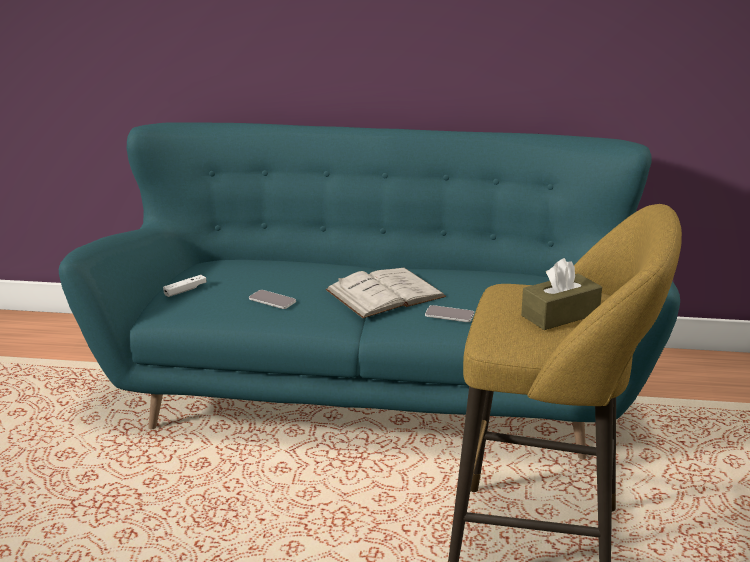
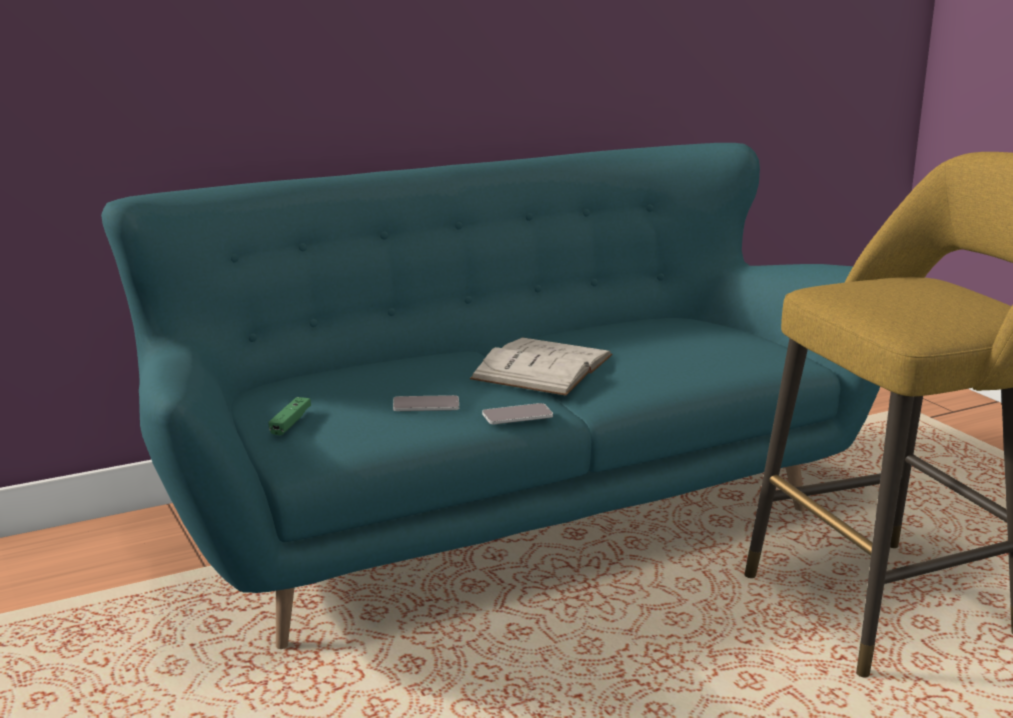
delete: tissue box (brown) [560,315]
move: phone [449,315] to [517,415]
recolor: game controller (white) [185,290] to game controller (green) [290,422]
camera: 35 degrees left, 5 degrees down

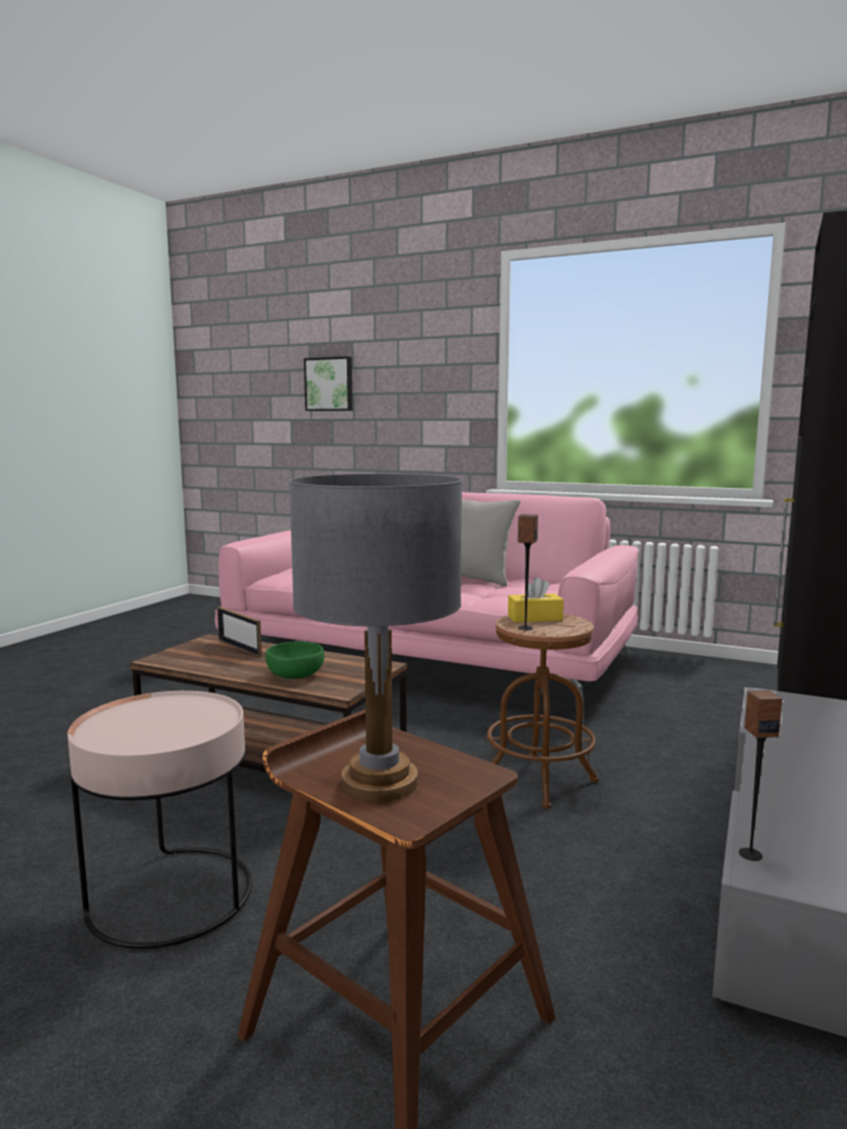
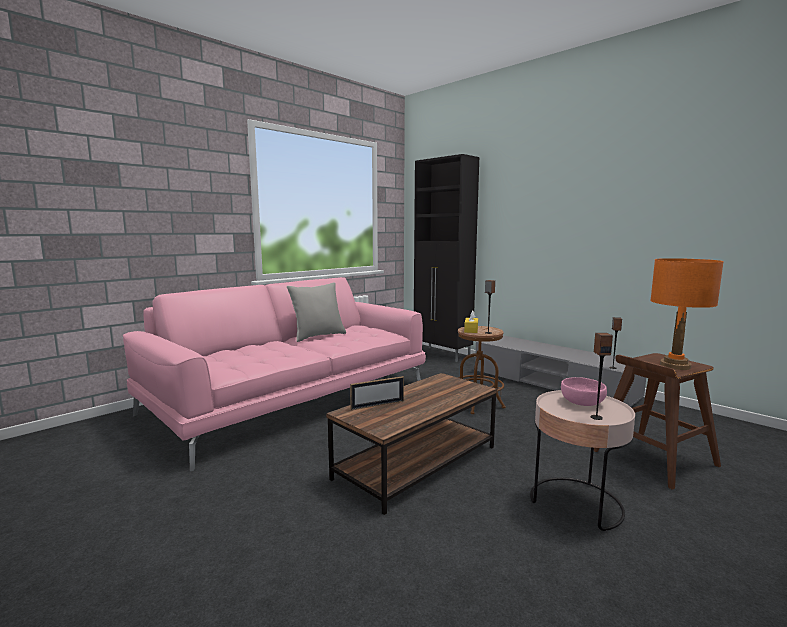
delete: bowl (green) [294,675]; picture [329,384]
insert: bowl (pink) [581,402]; speaker [596,417]
recolor: table lamp (grey) [380,783] to table lamp (orange) [675,365]
camera: 70 degrees left, 0 degrees up

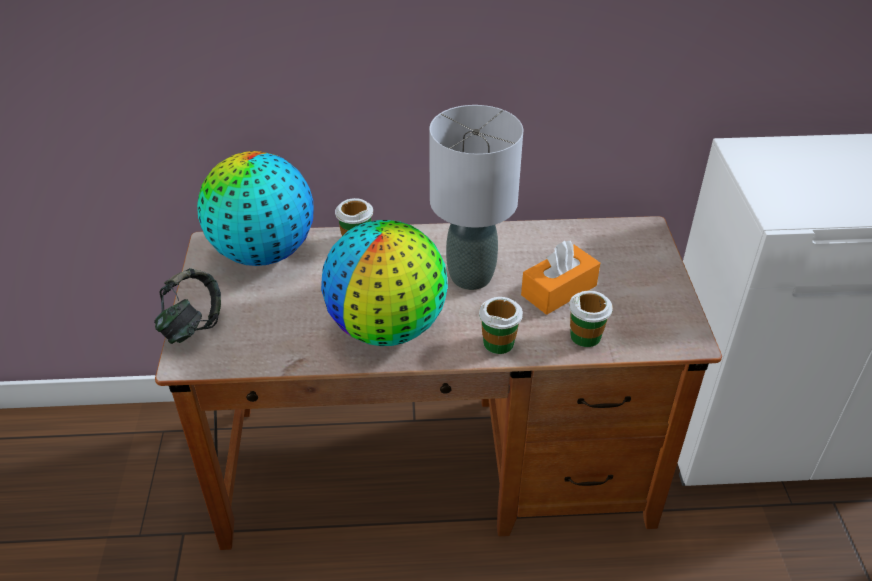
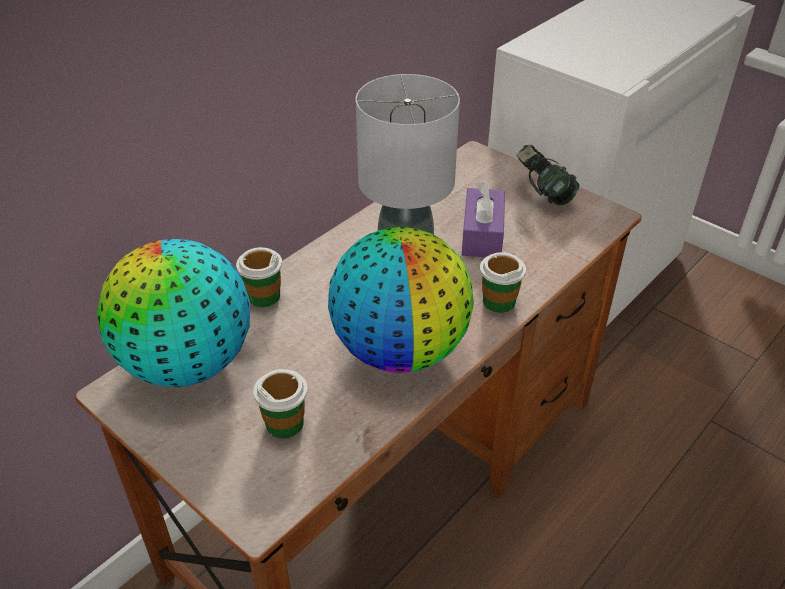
move: cup [585,336] to [285,423]; headphones [192,326] to [543,195]
recolor: tissue box (orange) [559,290] to tissue box (purple) [482,235]
camera: 45 degrees left, 0 degrees up

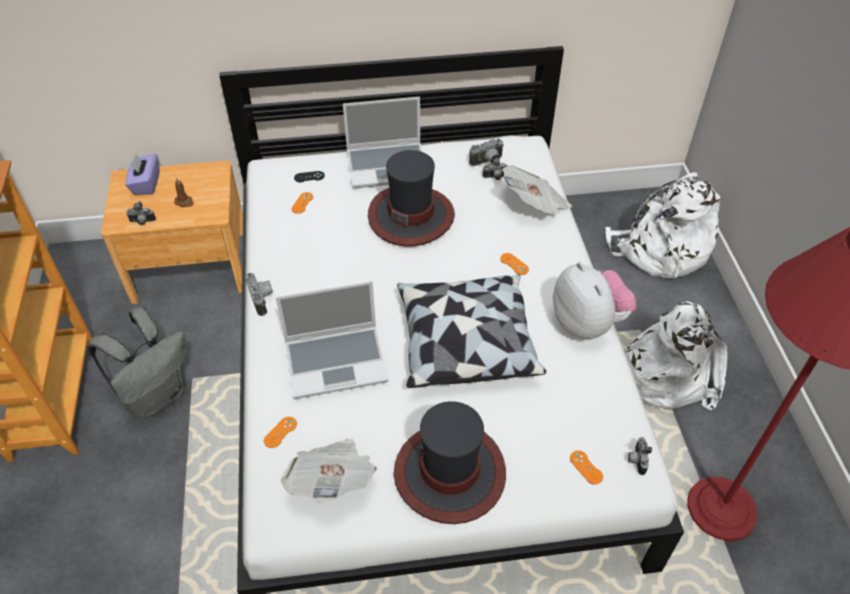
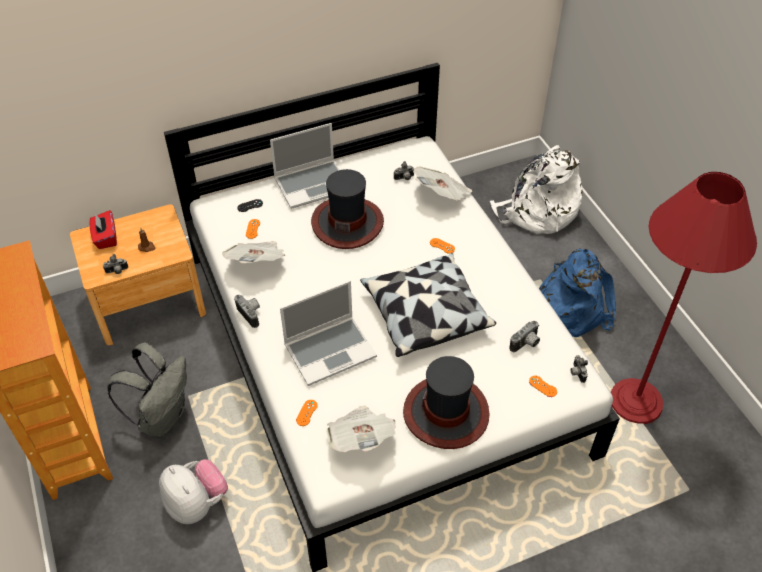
insert: newspaper [257,263]
move: plush toy [588,323] to [197,503]; photo camera [487,162] to [526,344]
recolor: tissue box (purple) [146,184] to tissue box (red) [106,238]; backpack (white) [668,371] to backpack (blue) [570,307]
camera: 15 degrees left, 0 degrees up

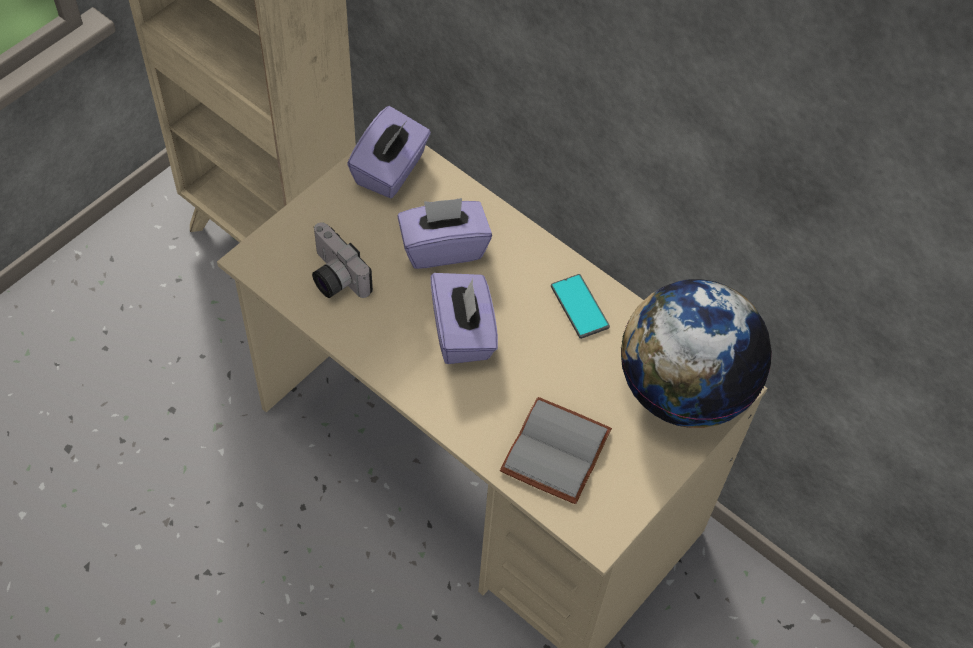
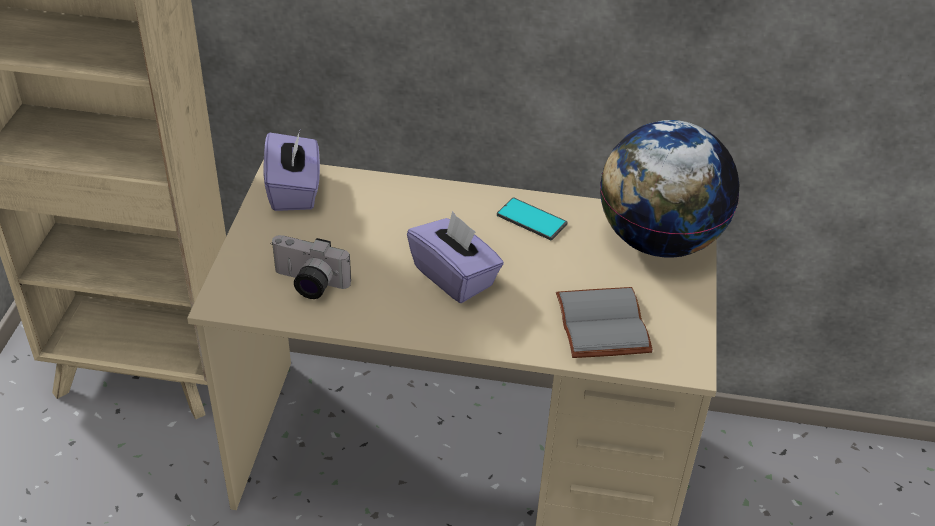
delete: tissue box (purple) [443,247]
camera: 30 degrees left, 15 degrees down

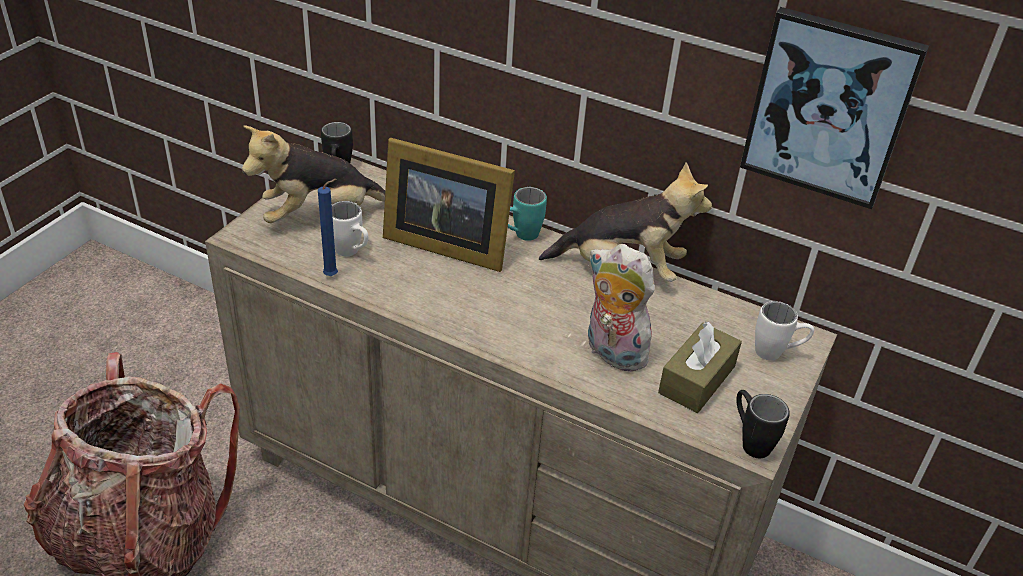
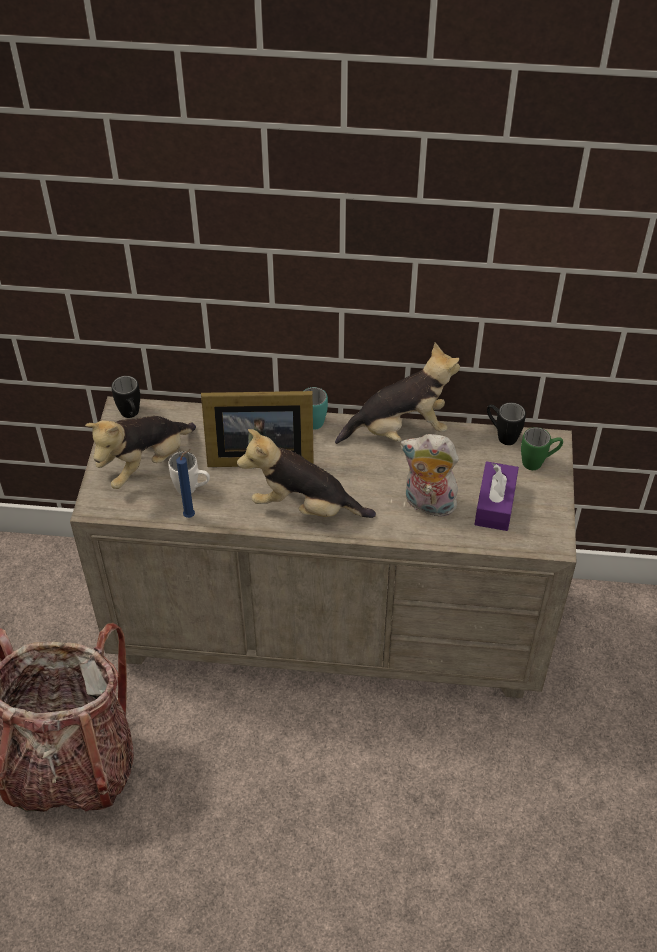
delete: picture [829,107]
insert: plush toy [304,507]
move: mug (black) [749,441] to [501,435]
recolor: tissue box (brown) [697,379] to tissue box (purple) [495,504]; mug (white) [776,353] to mug (green) [538,462]
camera: 20 degrees left, 10 degrees up

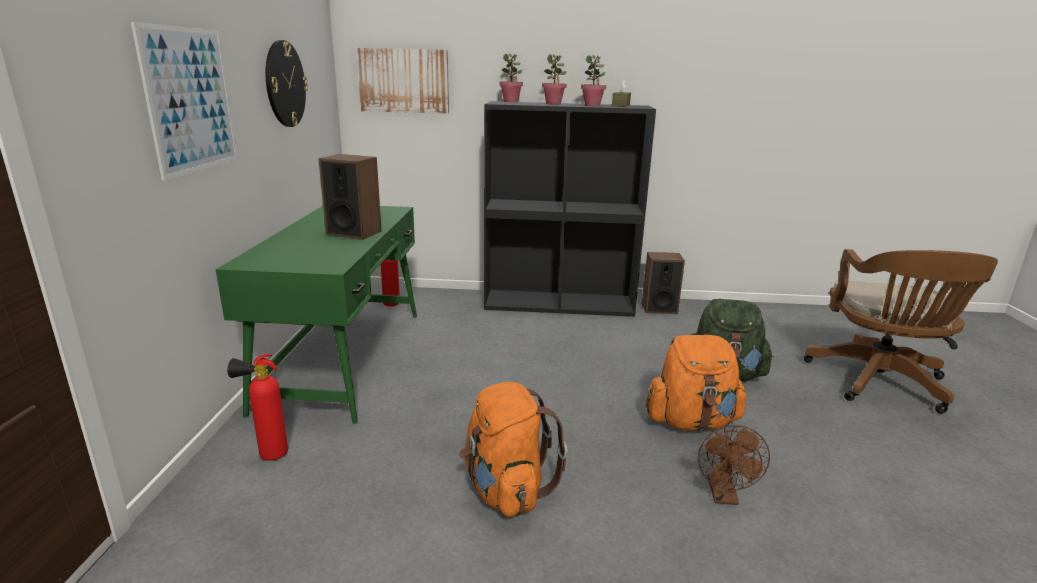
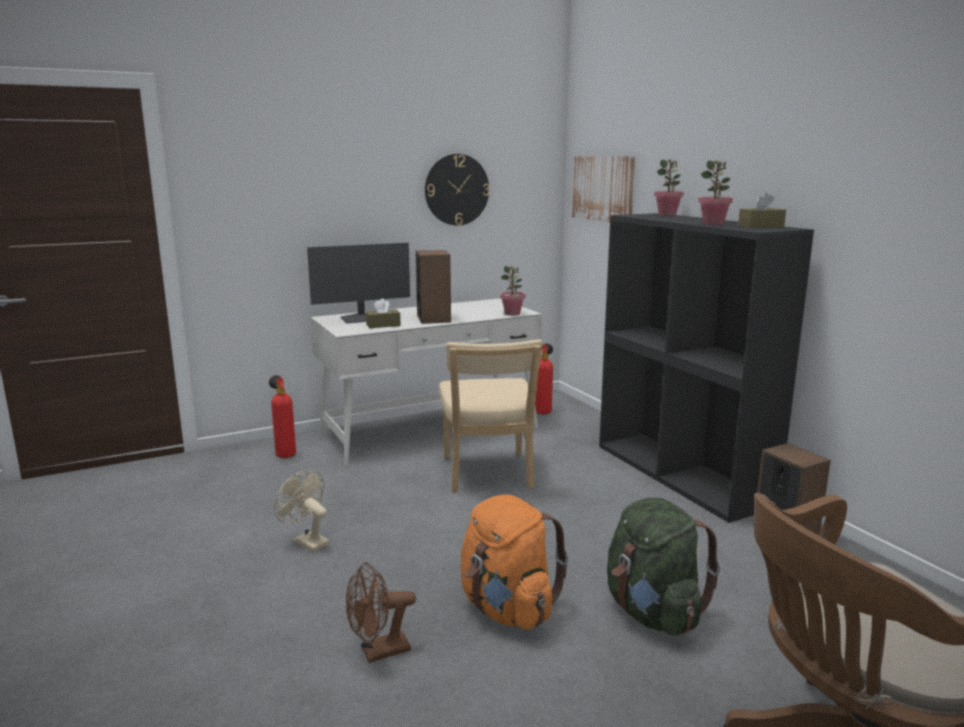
delete: picture [190,100]
insert: monitor [361,319]; tissue box (brown) [383,325]; chair (beige) [488,475]
move: potted plant [553,104] to [512,313]
replace: backpack (orange) [506,490] to fan (beige) [306,541]
recolor: desk (green) [345,357] to desk (white) [430,430]
camera: 60 degrees right, 5 degrees down

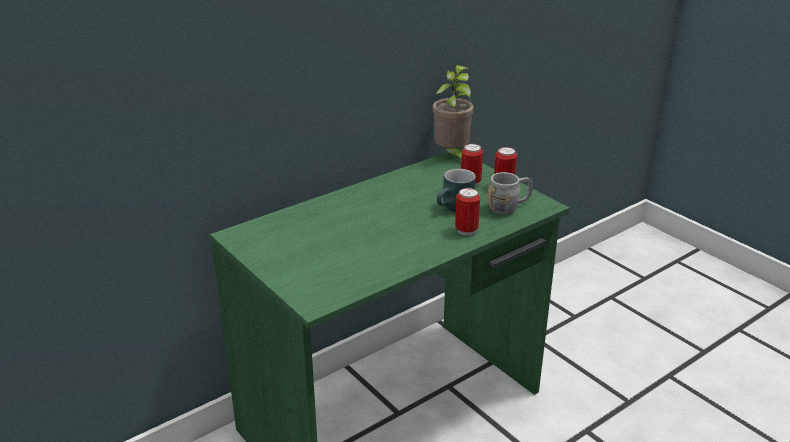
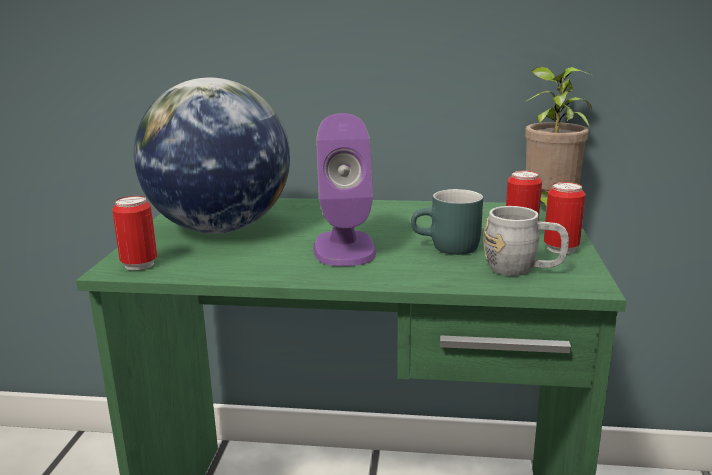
insert: globe [219,229]; speaker (purple) [344,248]
move: can [466,230] to [139,264]
camera: 45 degrees right, 10 degrees down

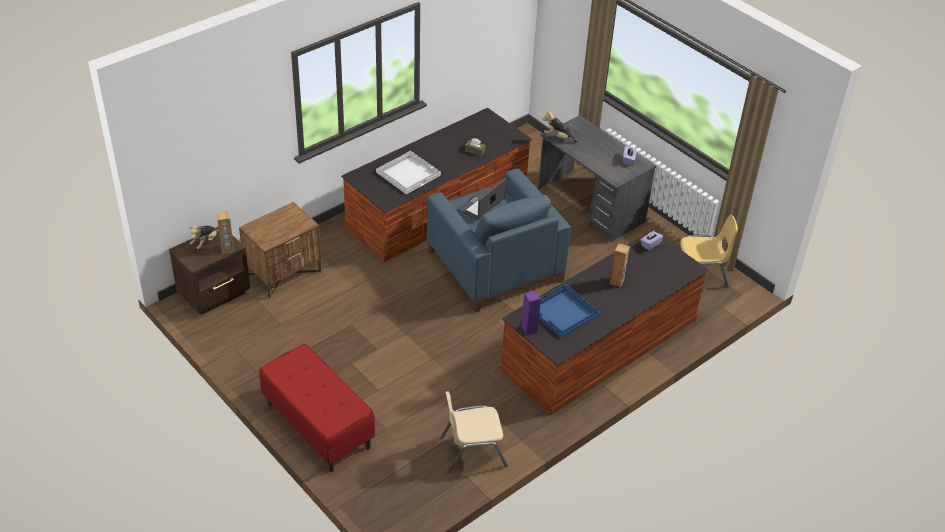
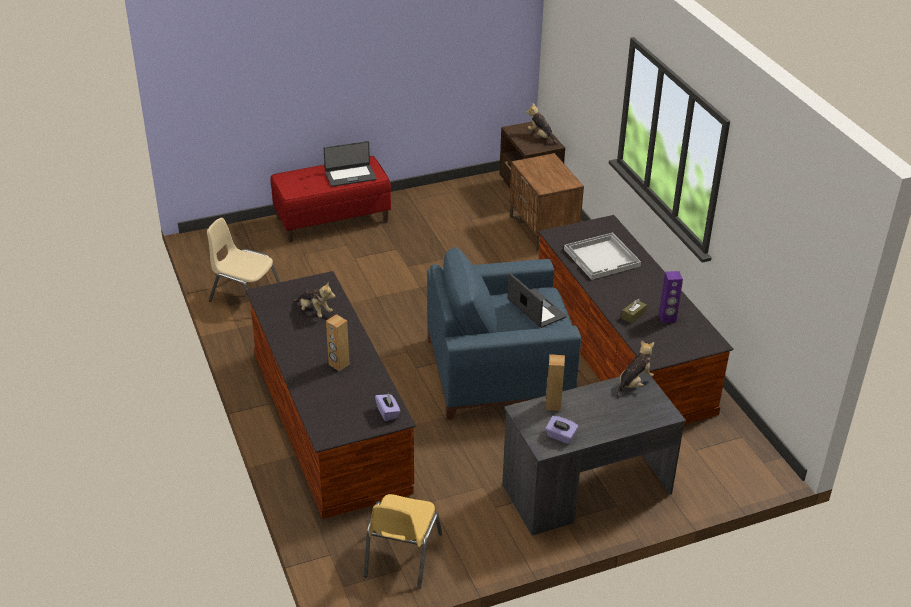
insert: laptop [350,175]
move: speaker (brown) [227,249] to [552,405]; speaker (purple) [529,329] to [667,318]
replace: tray (blue) [563,313] to plush toy [314,311]
rotate: chair (beige) [472,451] = [245,296] 75 degrees counterclockwise
camera: 110 degrees right, 5 degrees down

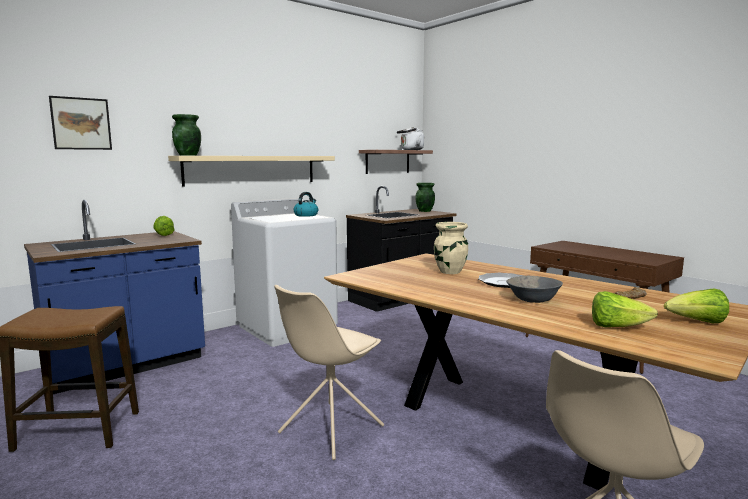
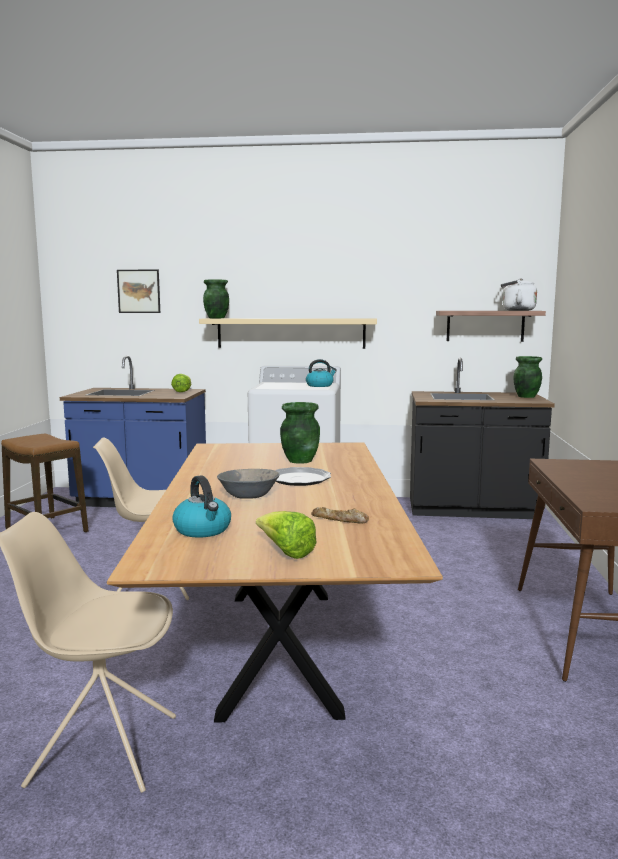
replace: lettuce [617,327] to kettle [203,530]
recolor: vase (beige) [449,272] to vase (green) [299,460]
camera: 45 degrees right, 0 degrees up

